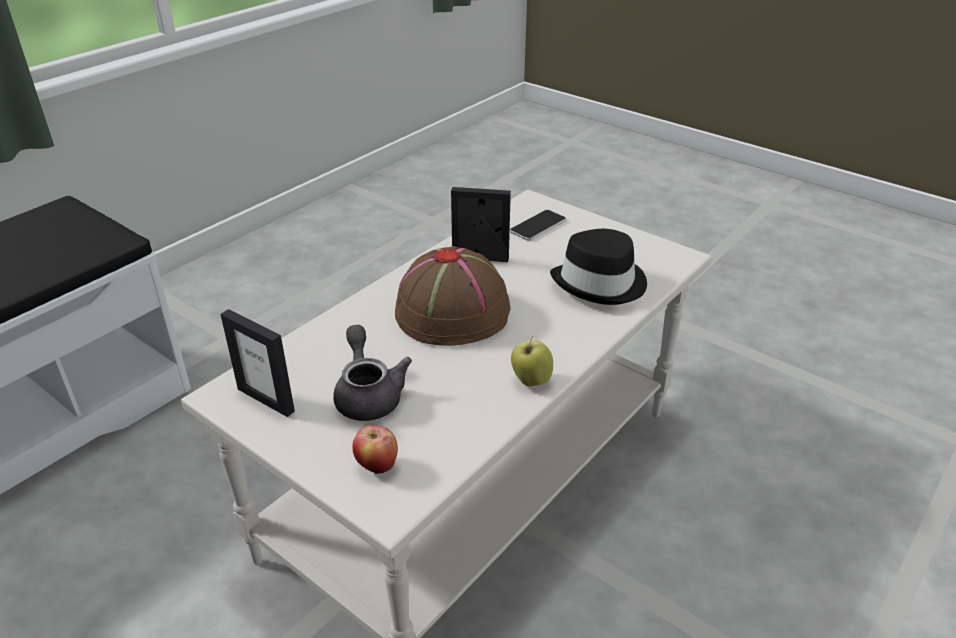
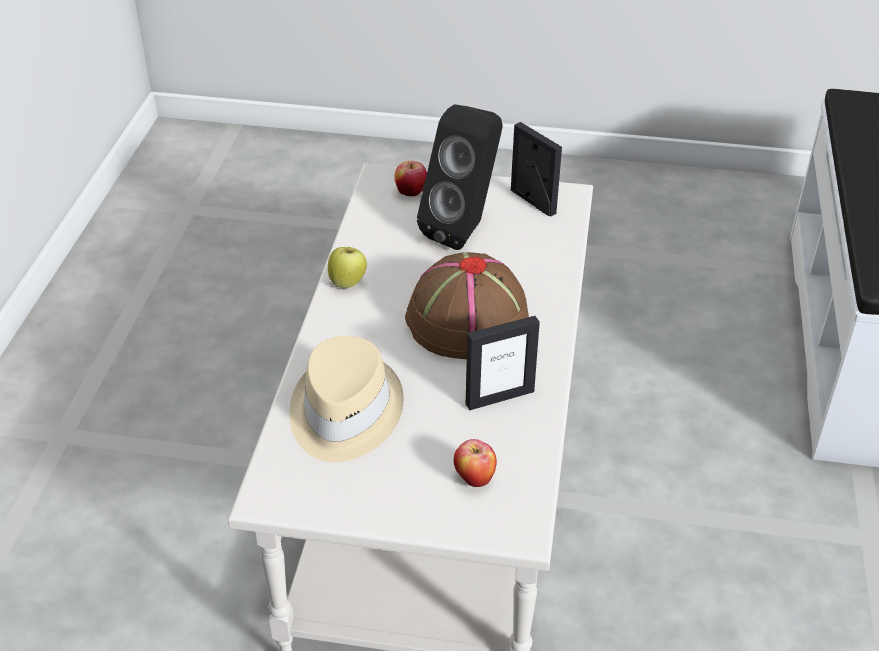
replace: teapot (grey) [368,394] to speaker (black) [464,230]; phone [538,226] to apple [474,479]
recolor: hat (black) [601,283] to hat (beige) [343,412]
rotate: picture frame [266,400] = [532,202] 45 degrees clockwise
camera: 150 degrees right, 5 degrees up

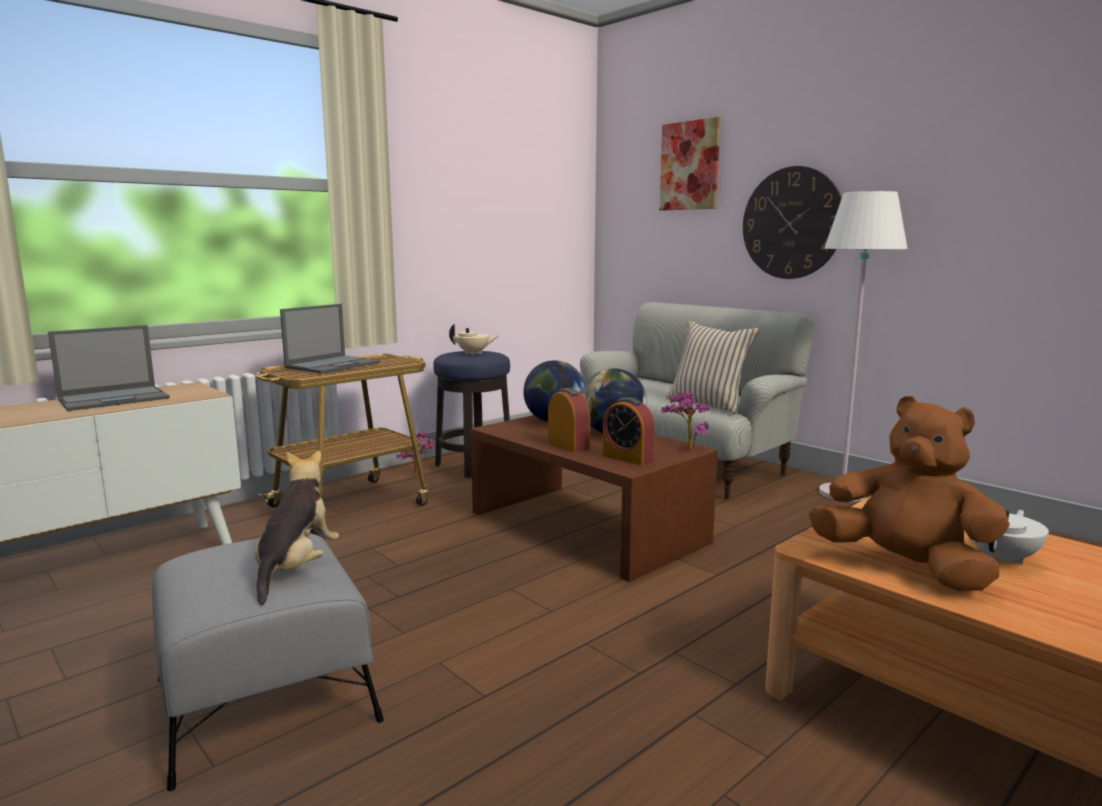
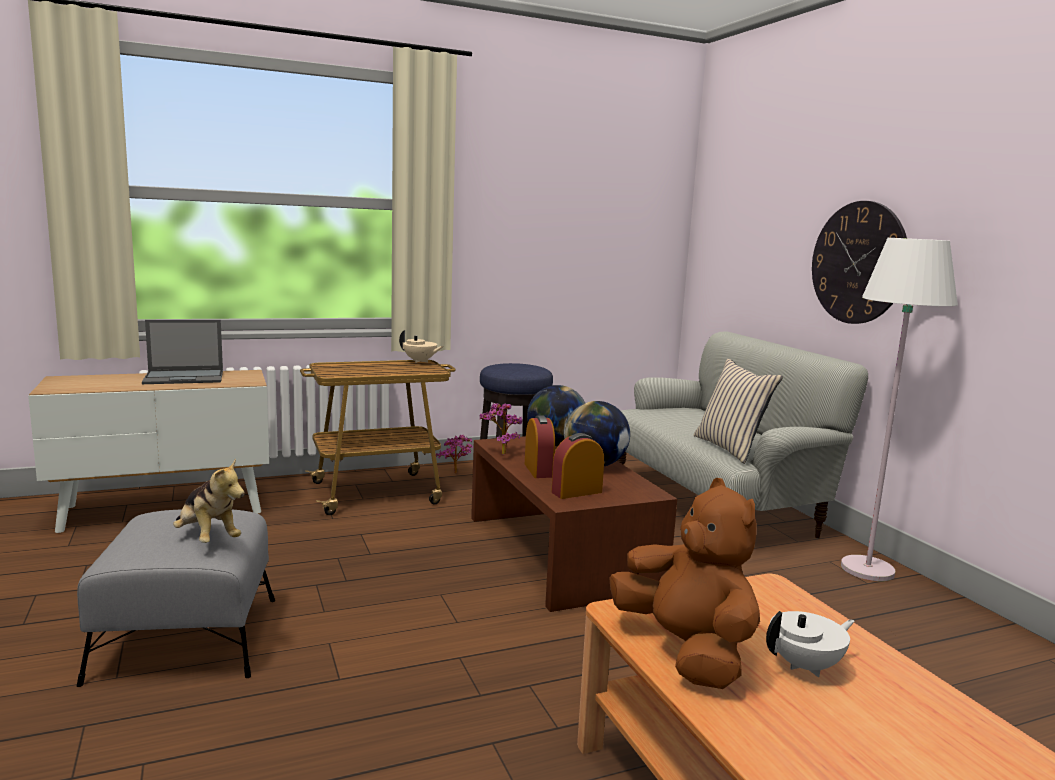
delete: laptop [333,365]; picture [690,166]
move: teapot (beige) [473,353] to [420,361]; potted plant [686,448] to [500,453]
rotate: plush toy [296,568] = [207,538] 105 degrees clockwise; alarm clock [627,458] = [576,492] 90 degrees clockwise
camera: 20 degrees right, 0 degrees up

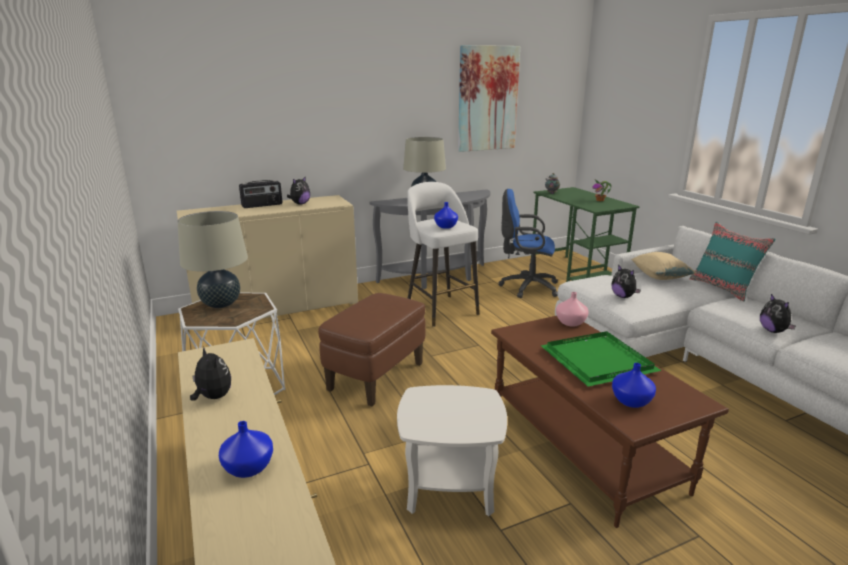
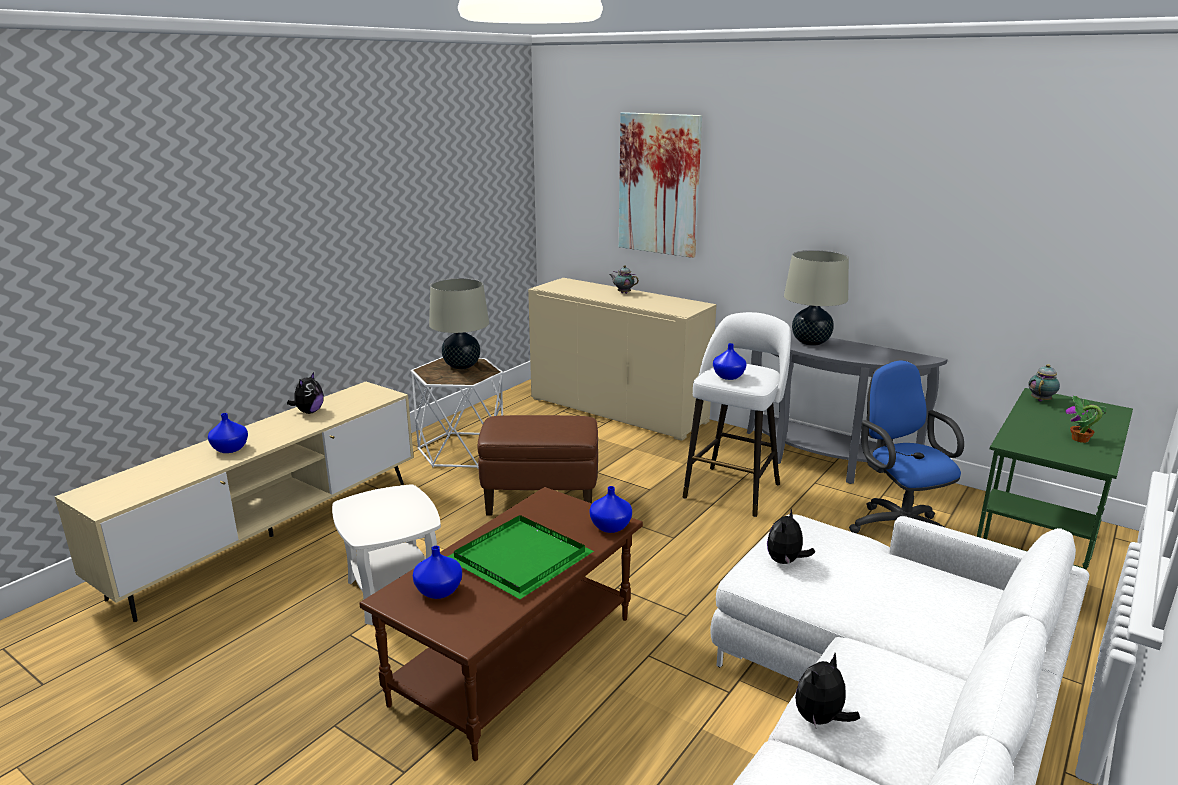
delete: plush toy [300,204]; pillow (beige) [660,277]; pillow (turquoise) [723,288]
move: picture [487,99] to [659,184]
replace: radio [262,205] to teapot [623,293]
recolor: vase (pink) [571,323] to vase (blue) [610,527]
camera: 60 degrees right, 0 degrees up

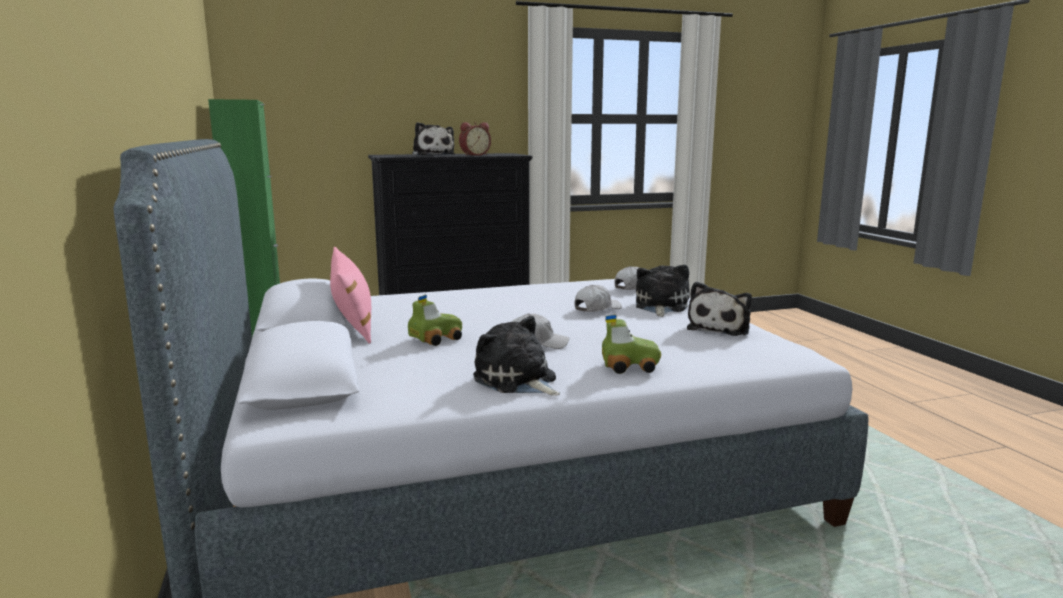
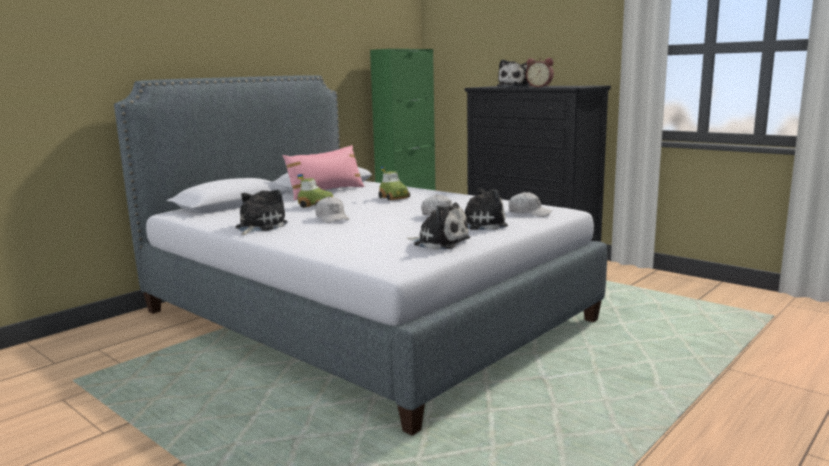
move: toy car [629,366] to [394,198]
rotate: plush toy [720,328] = [439,242] 150 degrees counterclockwise
camera: 60 degrees right, 0 degrees up

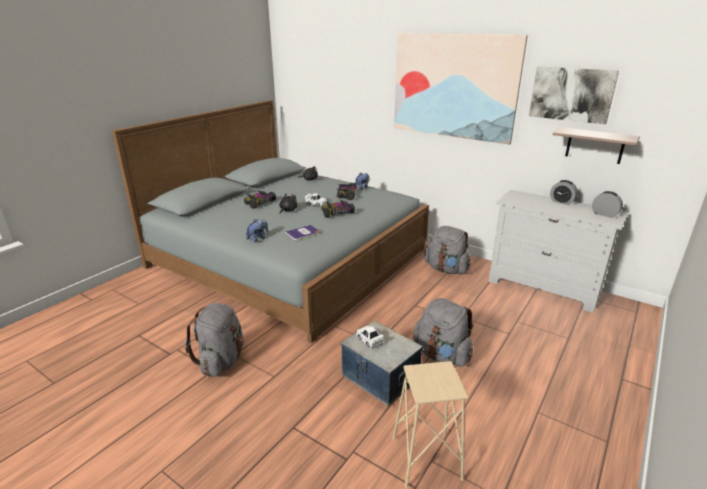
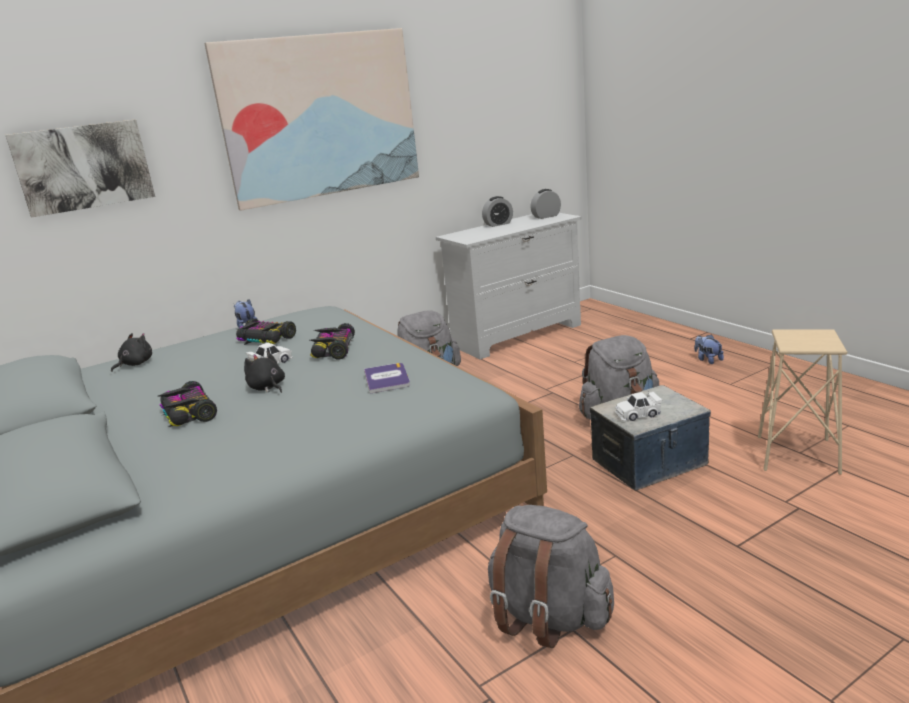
delete: shelf [595,145]
move: picture [571,94] to [83,167]; plush toy [258,238] to [707,360]
camera: 65 degrees left, 5 degrees down

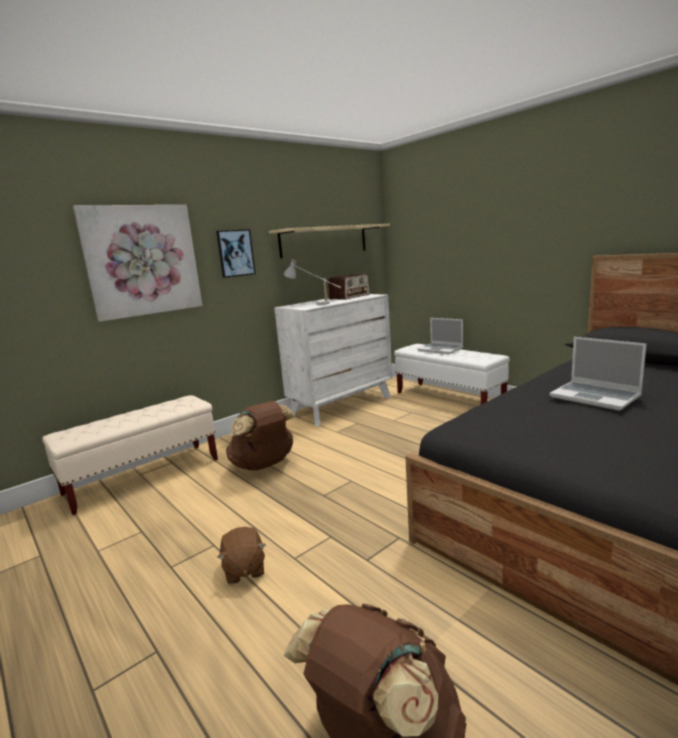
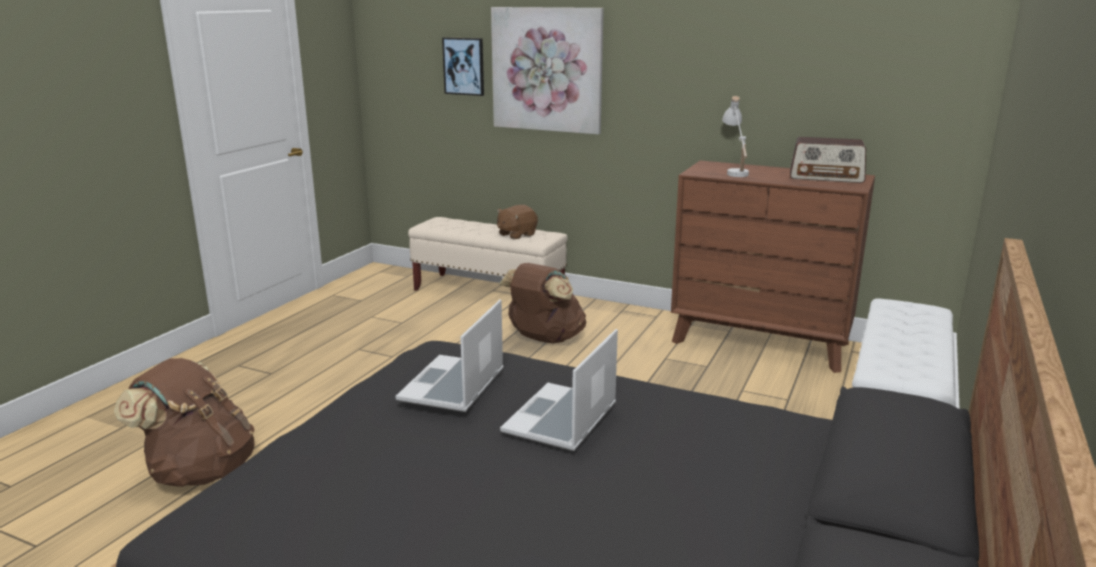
delete: shelf (beige) [324,241]
move: laptop [441,349] to [453,386]; picture [235,253] to [464,66]; plush toy (brown) [244,569] to [516,234]
recolor: dresser (white) [341,405] to dresser (brown) [760,343]
camera: 65 degrees right, 5 degrees up

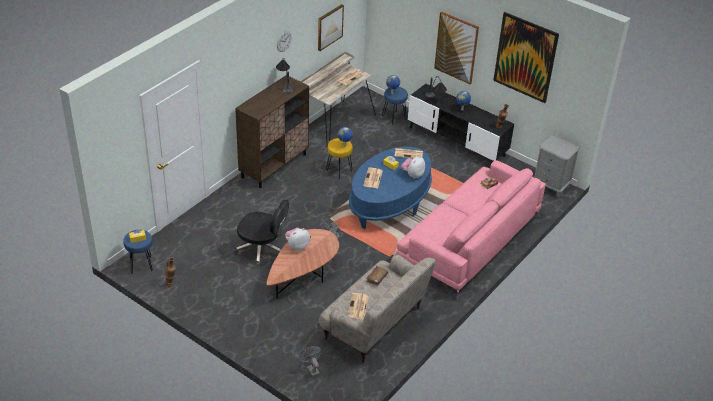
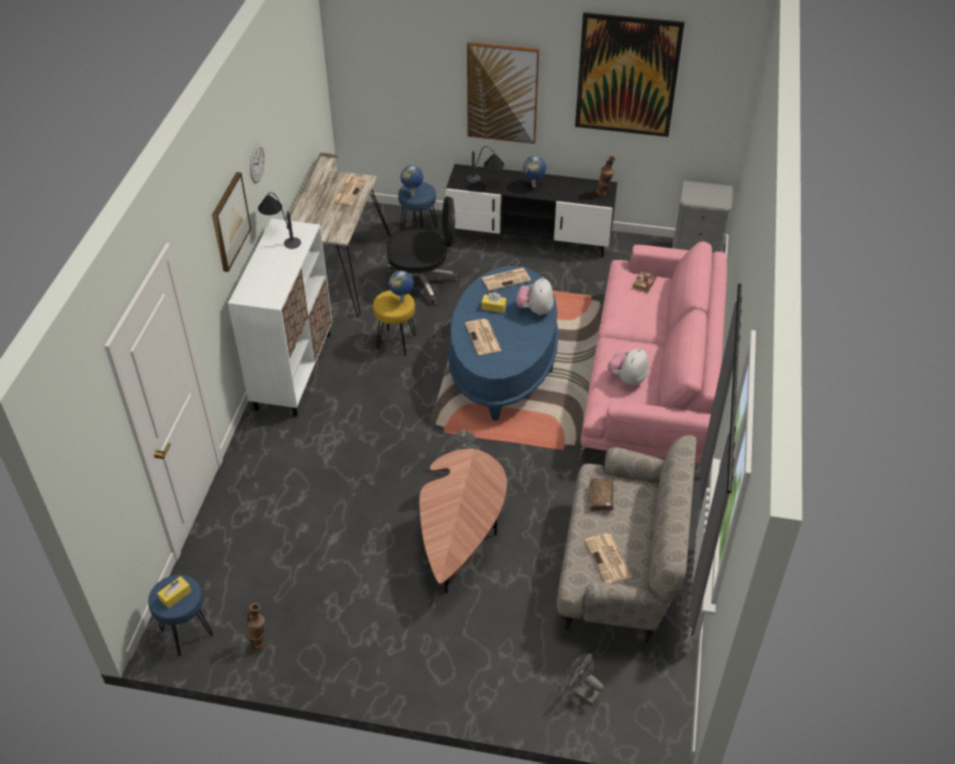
move: picture [329,27] to [229,221]; office chair (black) [262,250] to [422,282]; plush toy [297,246] to [627,379]
recolor: cabinet (brown) [274,165] to cabinet (white) [293,371]
camera: 25 degrees left, 5 degrees up

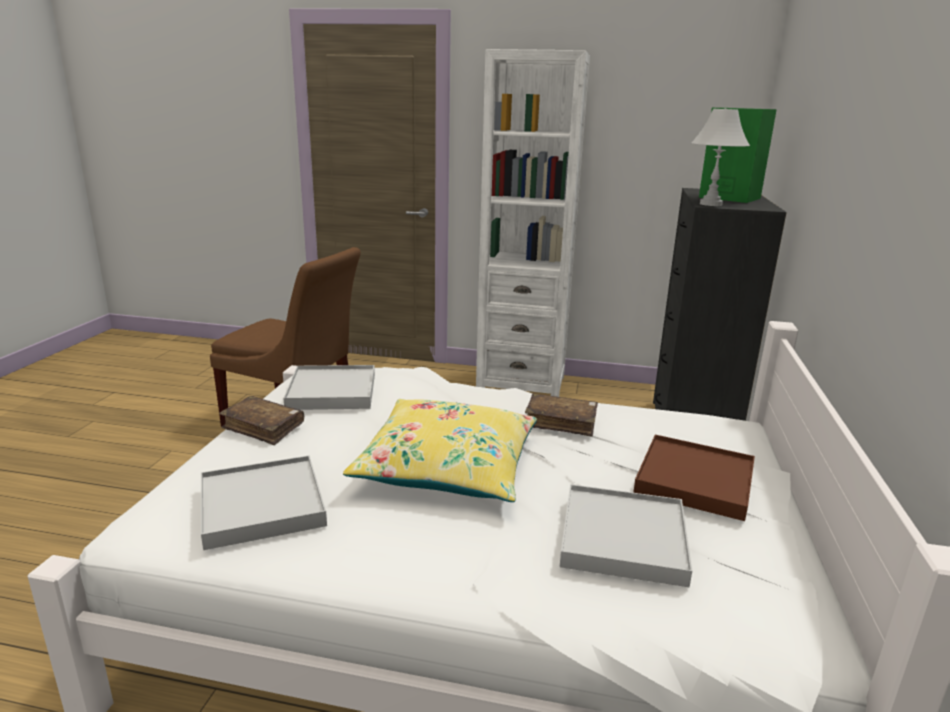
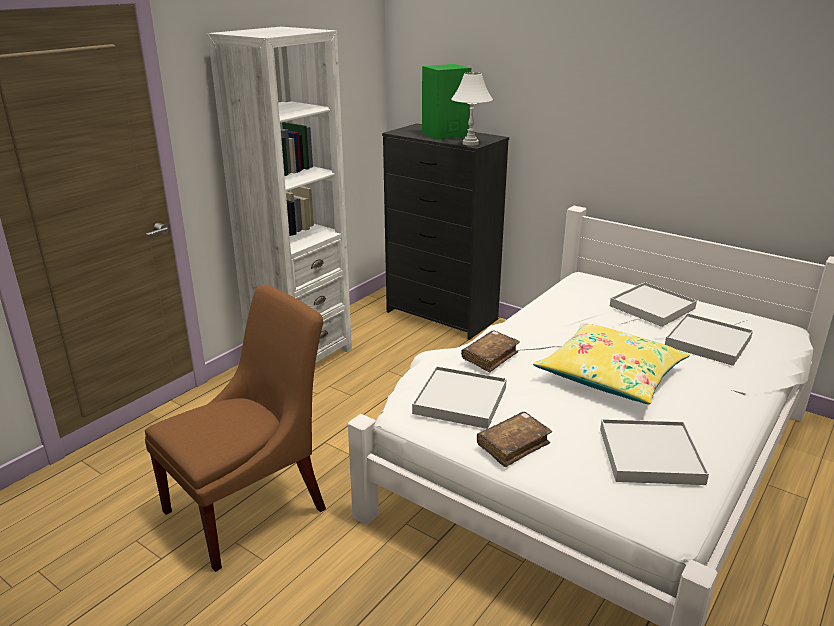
move: book (brown) [560,422] to [490,357]
recolor: tray (brown) [694,480] to tray (white) [651,307]
camera: 65 degrees left, 5 degrees up

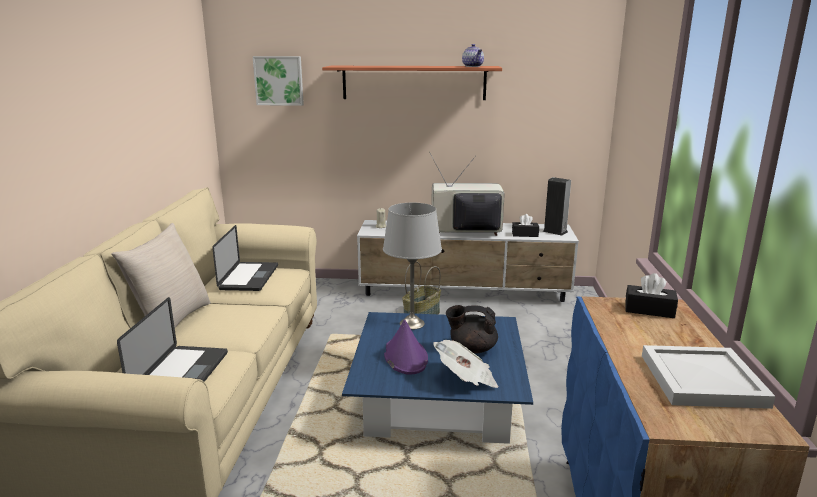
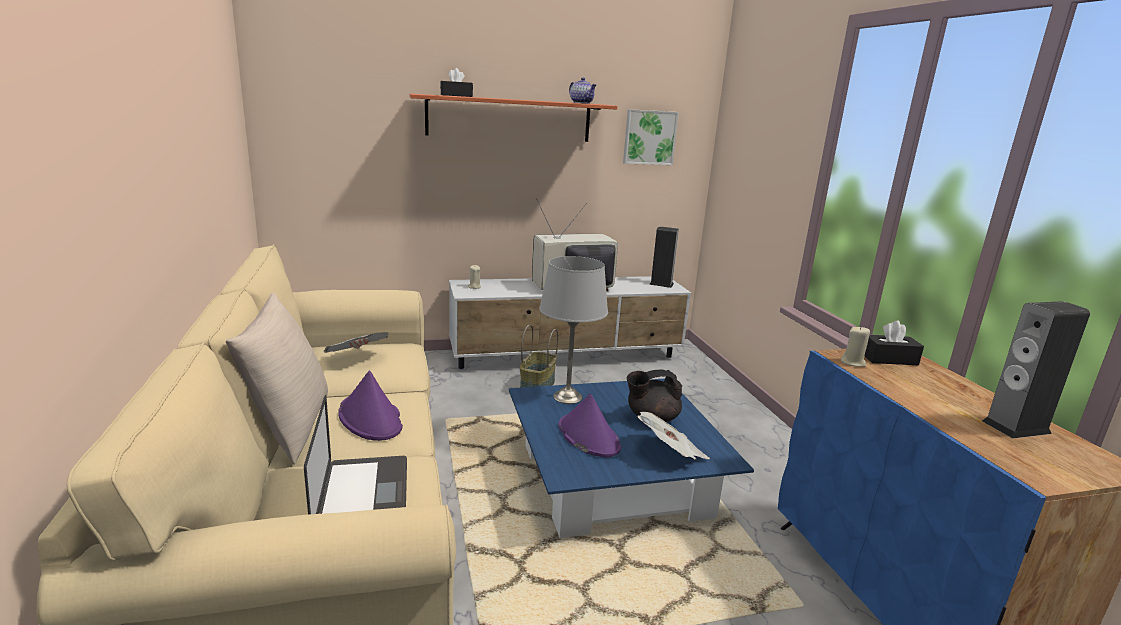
insert: hat (purple) [370,418]; candle (beige) [853,362]
move: tissue box (black) [525,234] to [456,96]; picture [279,80] to [649,137]
replace: laptop [249,277] to newspaper [357,359]; tray (white) [704,381] to speaker [1016,427]
camera: 20 degrees left, 0 degrees up

